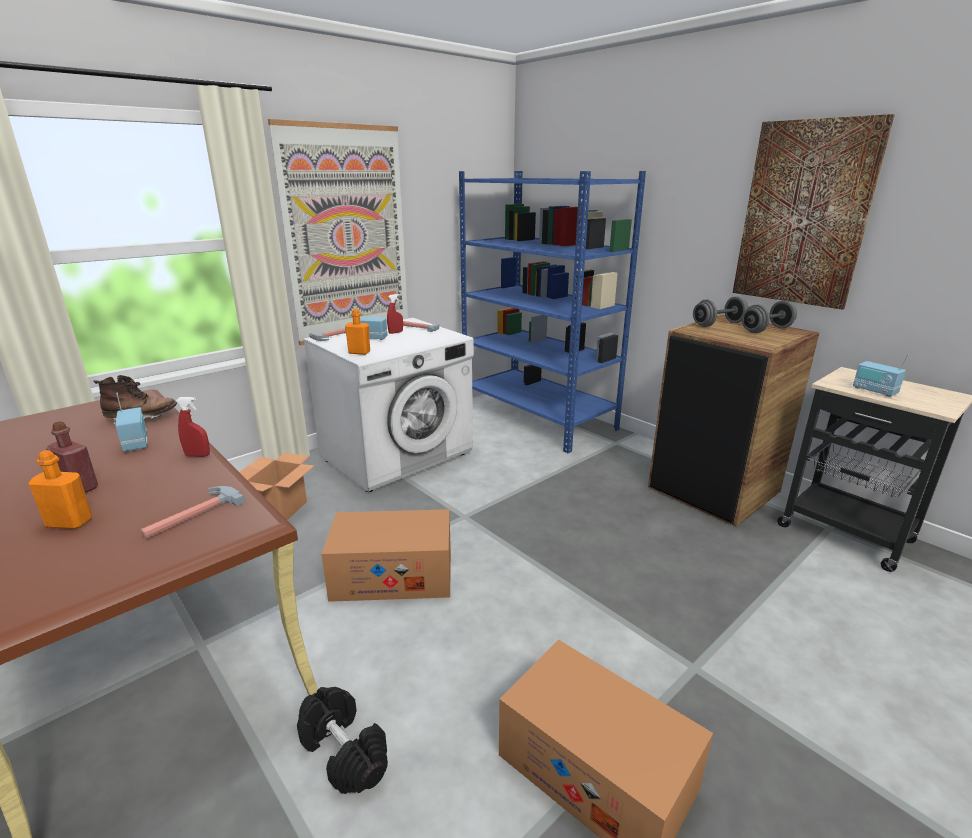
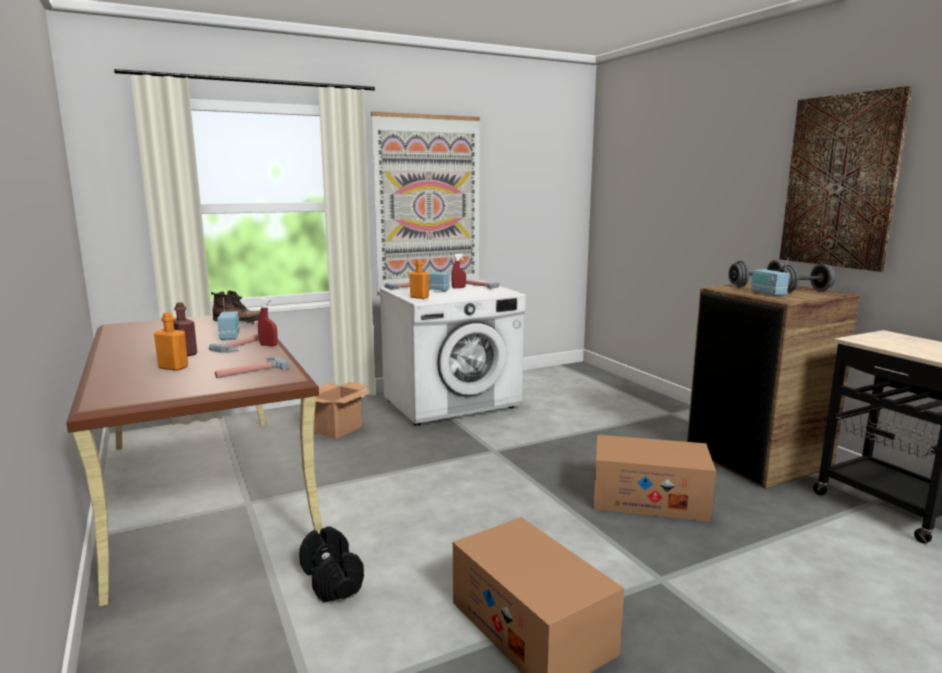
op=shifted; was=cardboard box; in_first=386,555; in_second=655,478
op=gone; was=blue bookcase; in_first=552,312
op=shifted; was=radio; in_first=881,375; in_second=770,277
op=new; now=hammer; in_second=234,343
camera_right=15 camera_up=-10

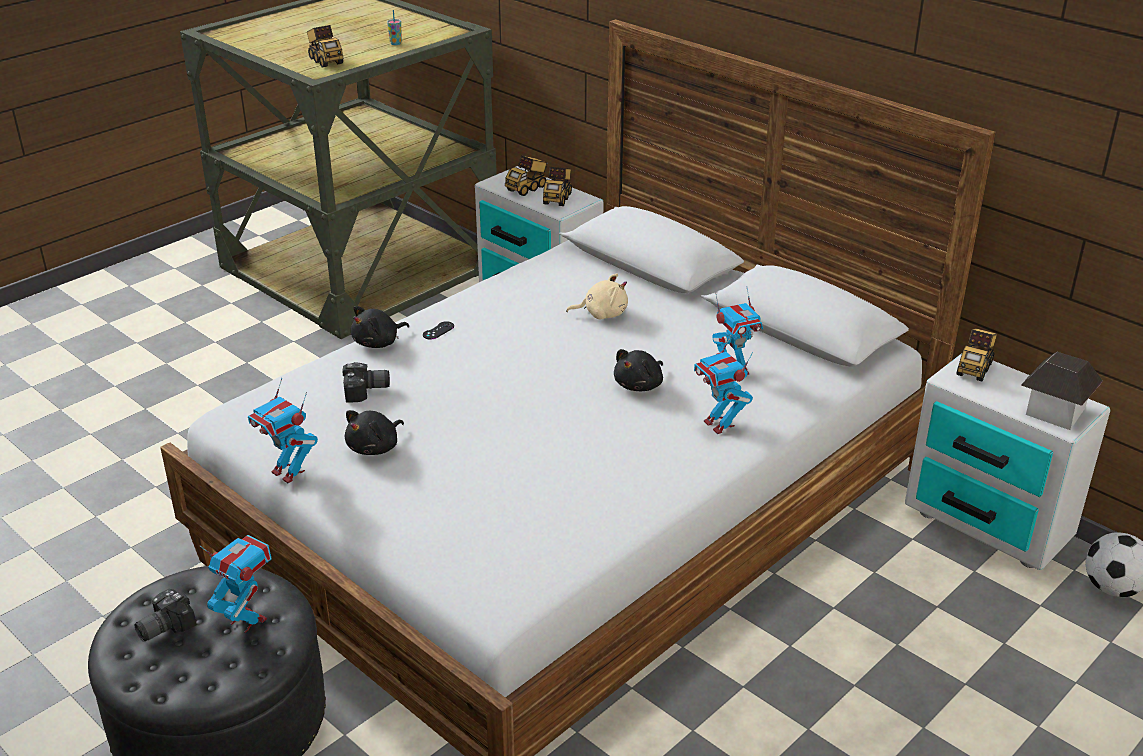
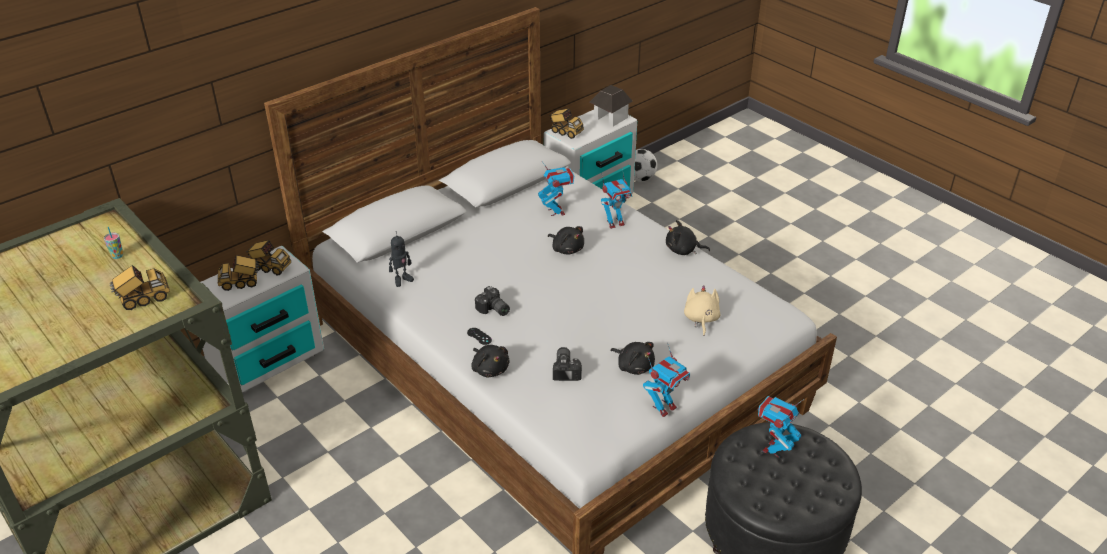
op=shifted; was=photo camera; in_first=165,615; in_second=492,301
op=rotated; was=toy truck; in_first=526,175; in_second=238,273; clockwise=120
op=shifted; was=beige plush toy; in_first=597,296; in_second=702,310
op=new; now=toy robot; in_second=401,259
op=new; now=black plush toy; in_second=688,237
camera_right=-85 camera_up=5

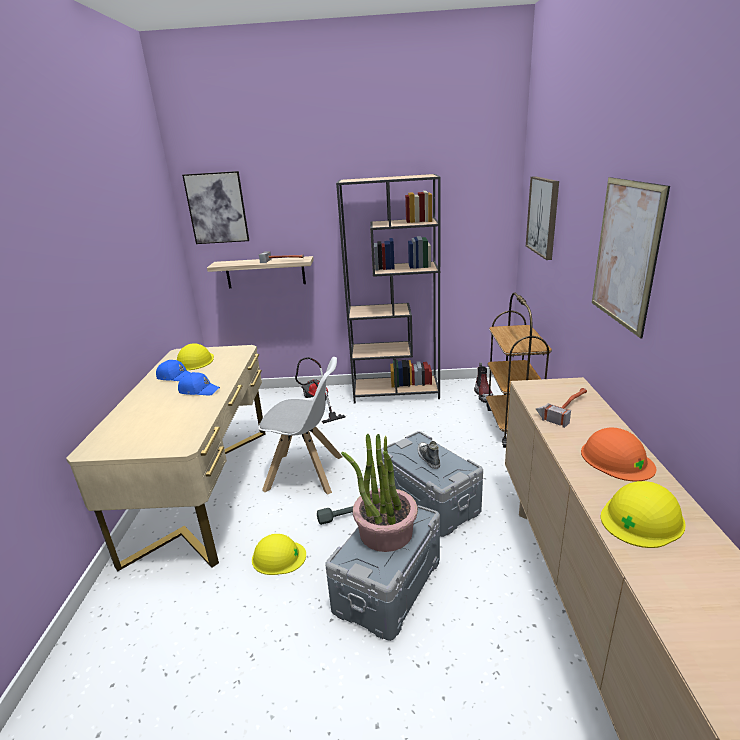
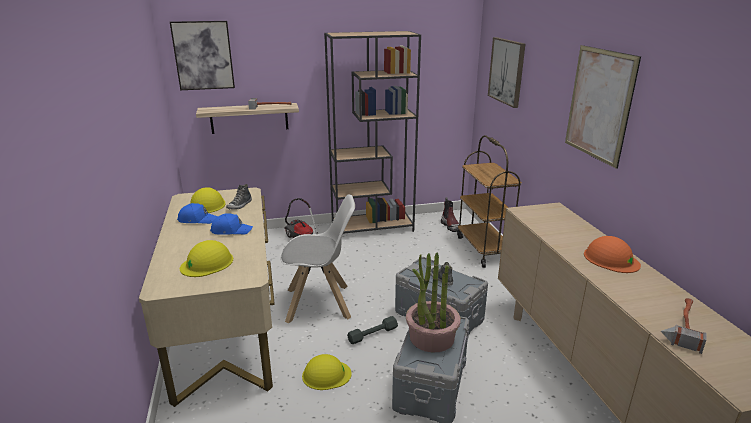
op=shifted; was=hammer; in_first=561,408; in_second=683,326
op=shifted; was=yellow hard hat; in_first=643,514; in_second=206,258
op=new; now=shoe; in_second=239,197
camera_right=-15 camera_up=0

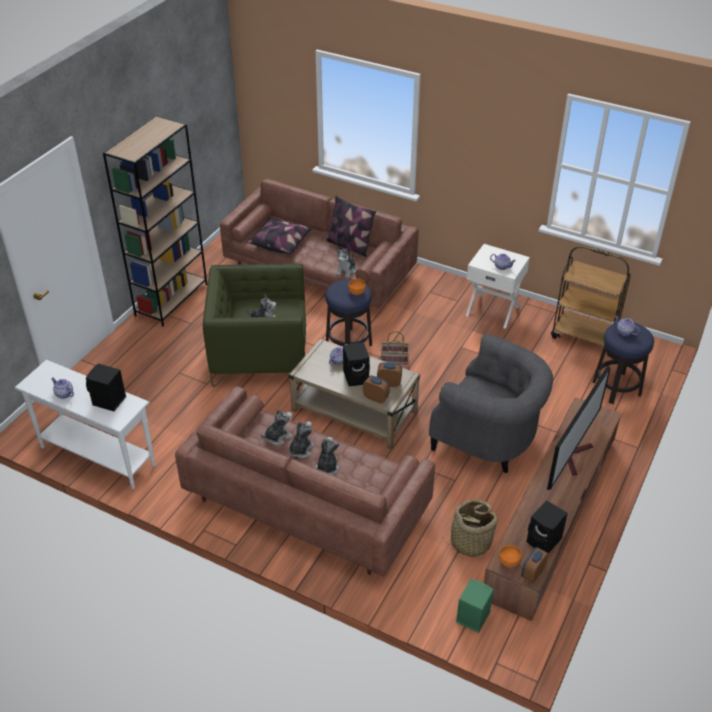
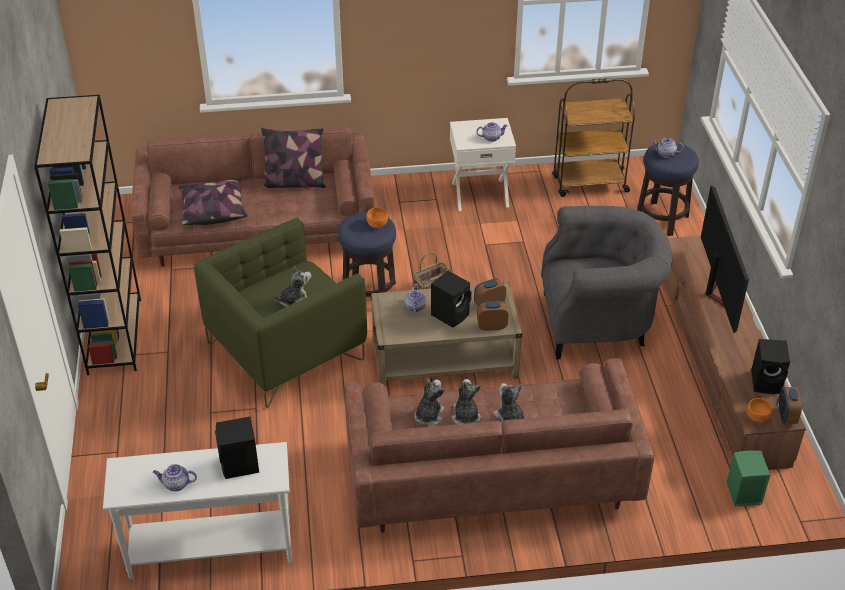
op=gone; was=plush toy; in_first=346,263
op=gone; was=basket; in_first=470,528
camera_right=-35 camera_up=0

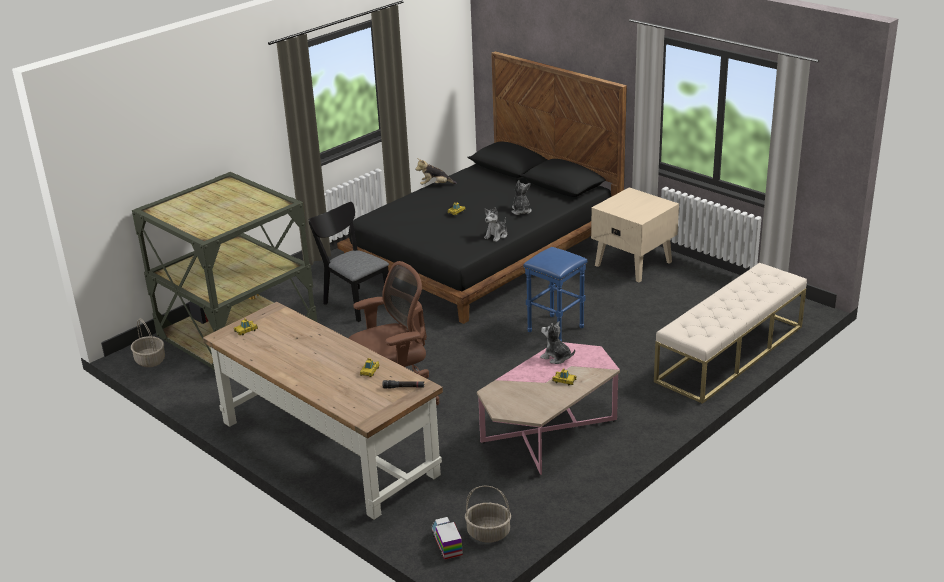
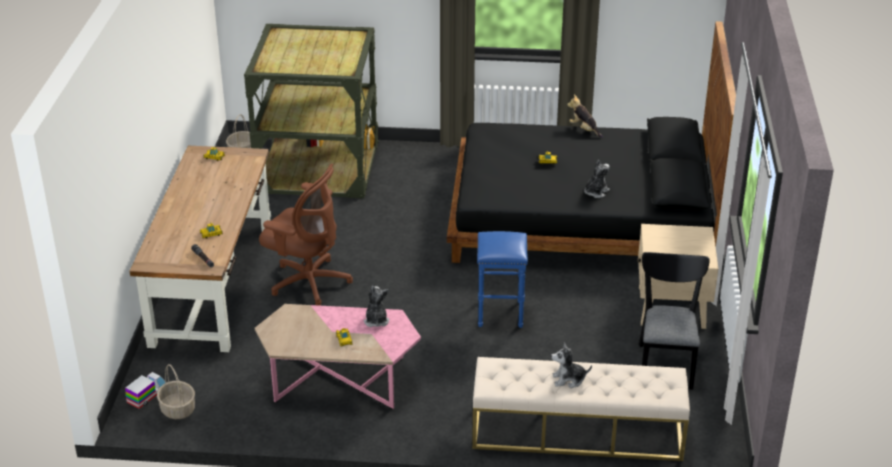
op=shifted; was=black chair; in_first=349,262; in_second=674,321
op=shifted; was=plush toy; in_first=495,224; in_second=571,365
camera_right=50 camera_up=5

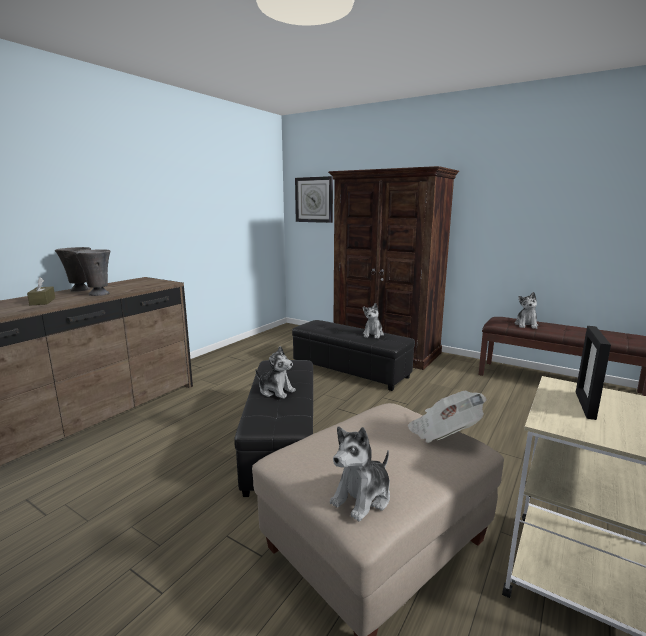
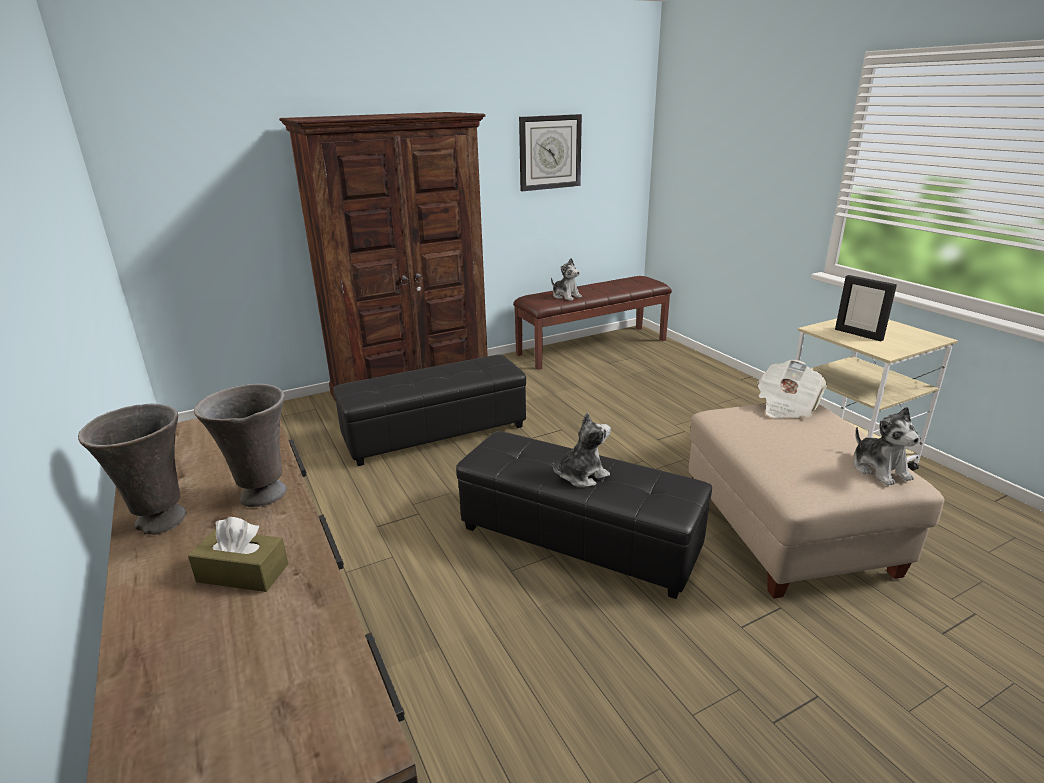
op=shifted; was=wall clock; in_first=314,199; in_second=550,152
op=gone; was=plush toy; in_first=373,321
camera_right=-60 camera_up=10

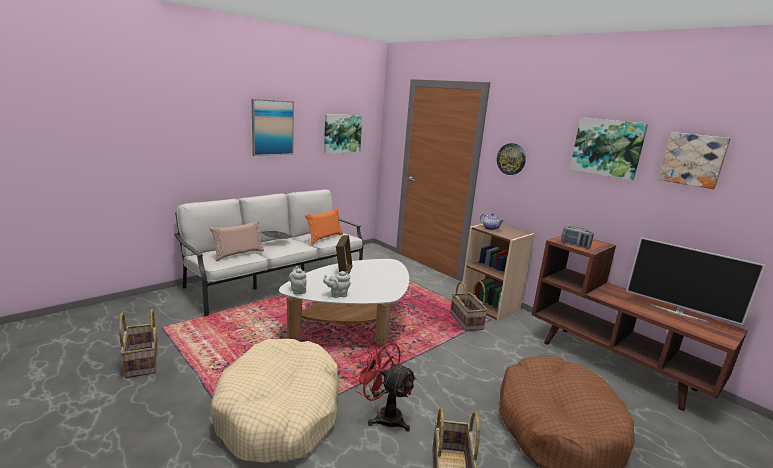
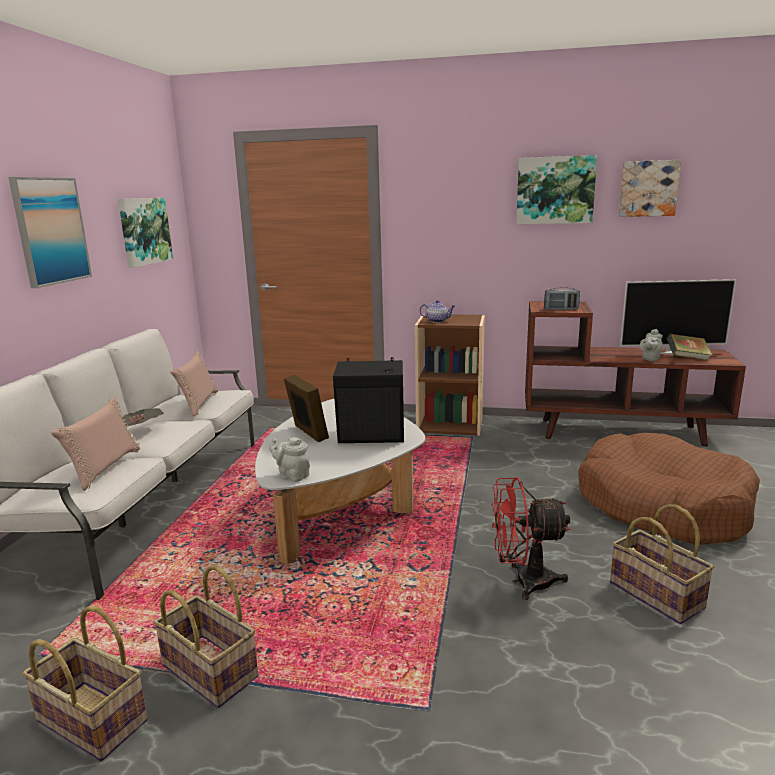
op=gone; was=beige dog bed; in_first=274,401
op=repainted; was=orange pillow; now=beige pillow; in_first=324,226; in_second=194,383
op=shifted; was=grey teapot; in_first=337,284; in_second=651,345
op=shifted; was=basket; in_first=469,305; in_second=206,636
op=gone; was=wall clock; in_first=511,159
op=new; now=black speaker; in_second=368,400
op=new; now=book; in_second=689,347
camera_right=-35 camera_up=0

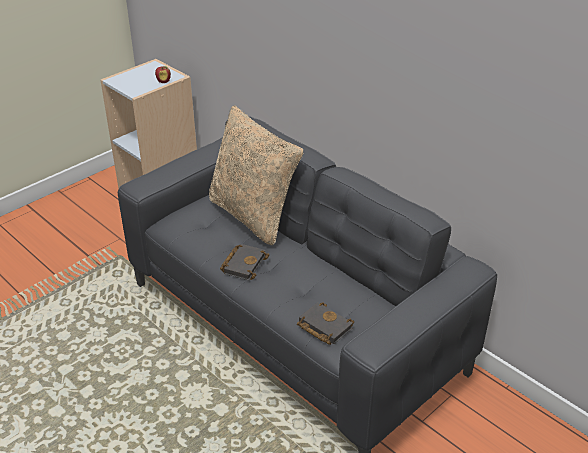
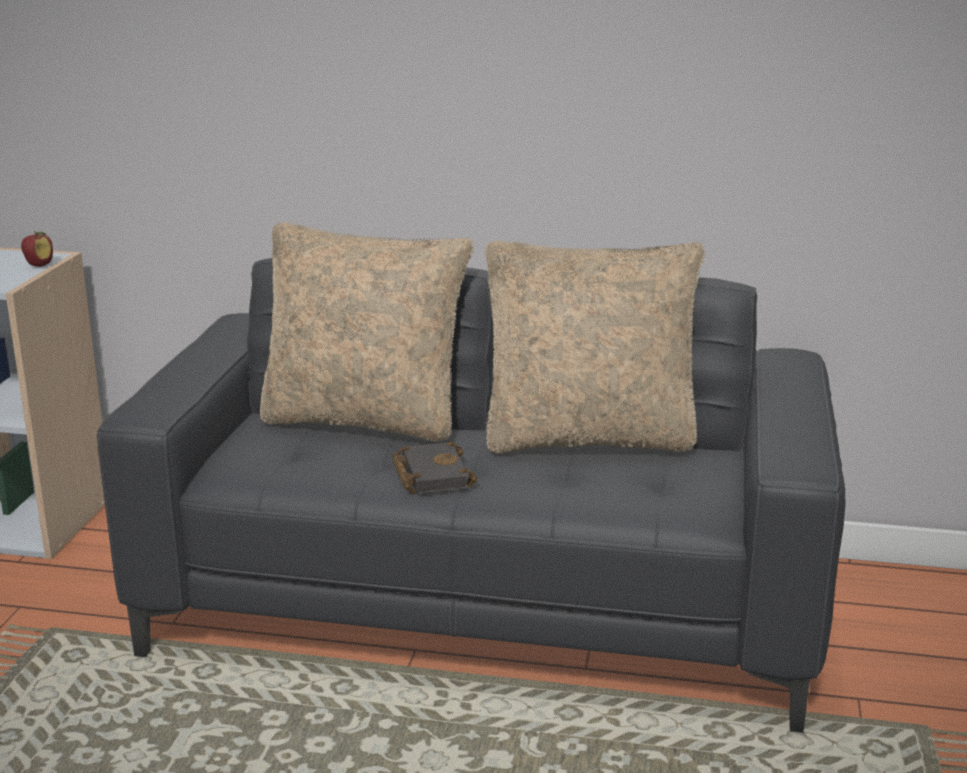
op=gone; was=black book; in_first=325,323
op=new; now=beige pillow; in_second=595,347
camera_right=-35 camera_up=-15

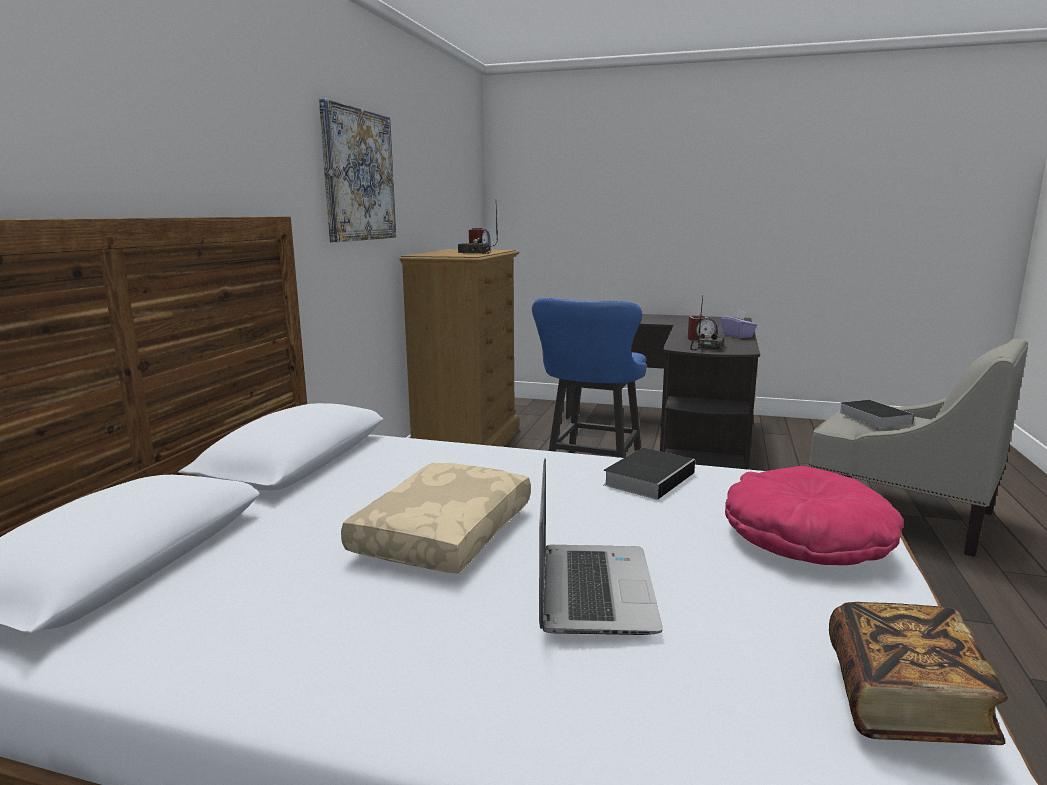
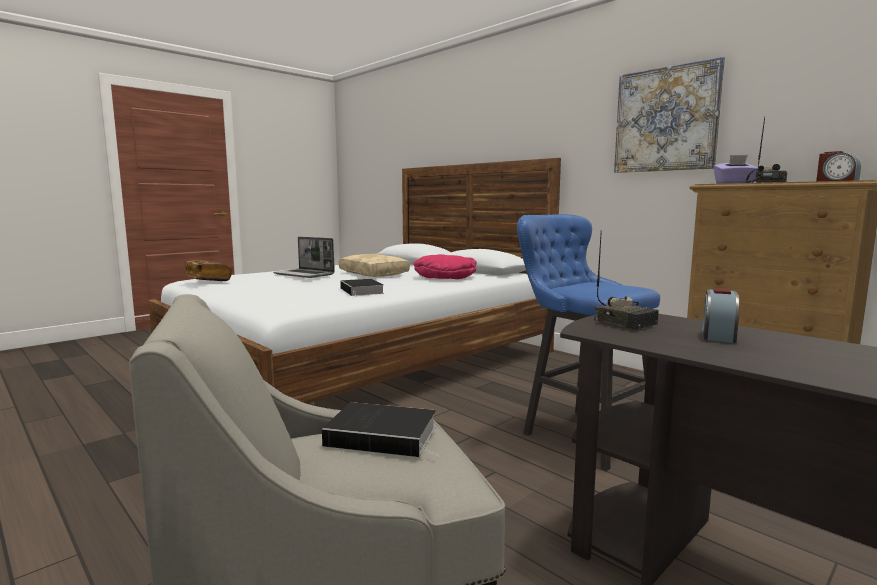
op=shifted; was=purple tissue box; in_first=739,324; in_second=736,169
op=shifted; was=pink pillow; in_first=814,515; in_second=445,266
camera_right=120 camera_up=-5

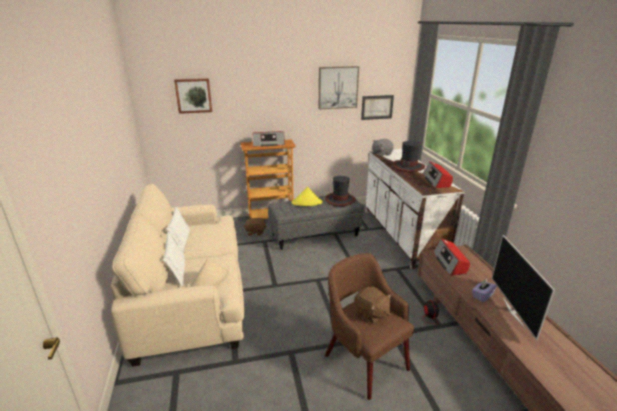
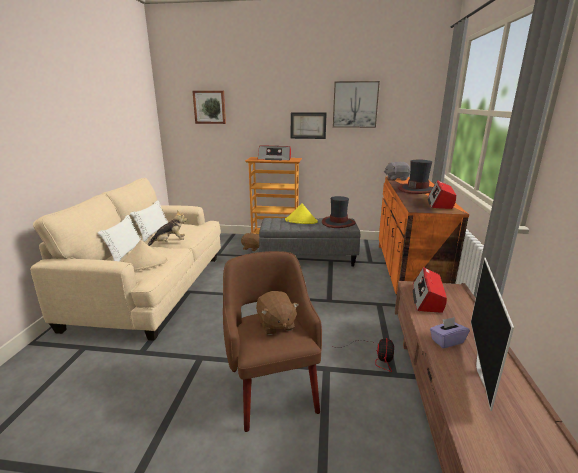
op=shifted; was=picture; in_first=377,107; in_second=309,125
op=repainted; was=white cabinet; now=orange cabinet; in_first=415,209; in_second=424,236
op=new; now=plush toy; in_second=167,228
camera_right=20 camera_up=-5

